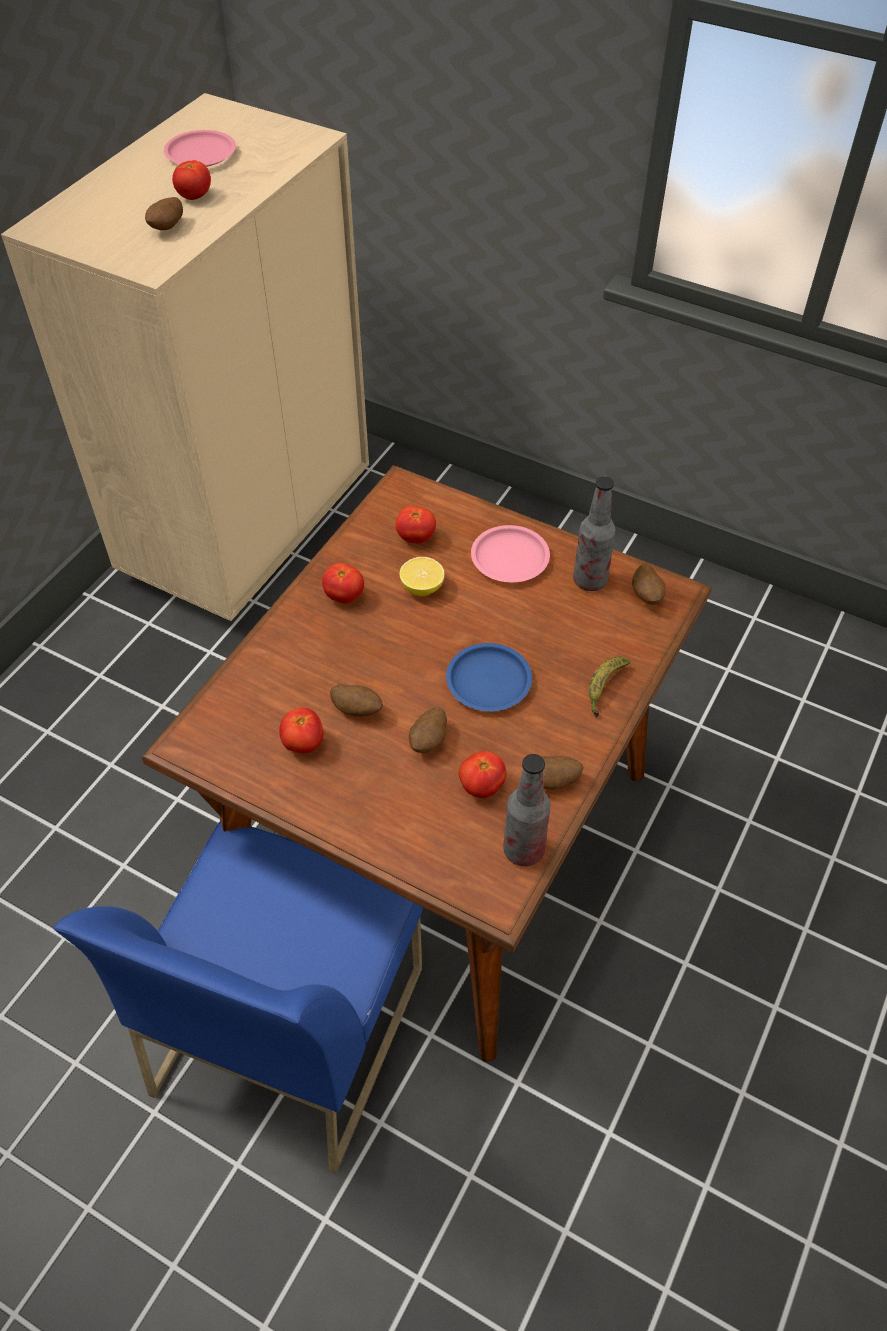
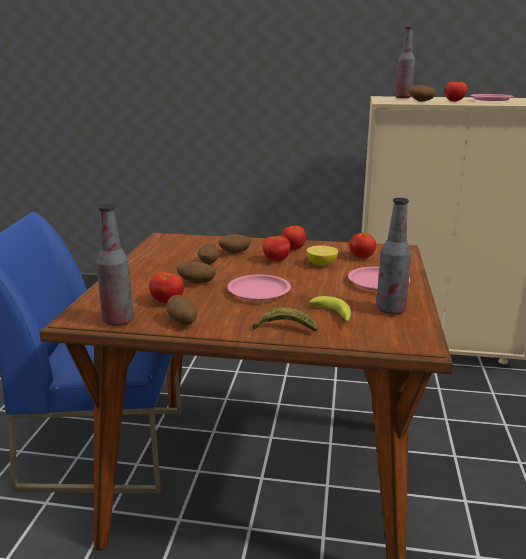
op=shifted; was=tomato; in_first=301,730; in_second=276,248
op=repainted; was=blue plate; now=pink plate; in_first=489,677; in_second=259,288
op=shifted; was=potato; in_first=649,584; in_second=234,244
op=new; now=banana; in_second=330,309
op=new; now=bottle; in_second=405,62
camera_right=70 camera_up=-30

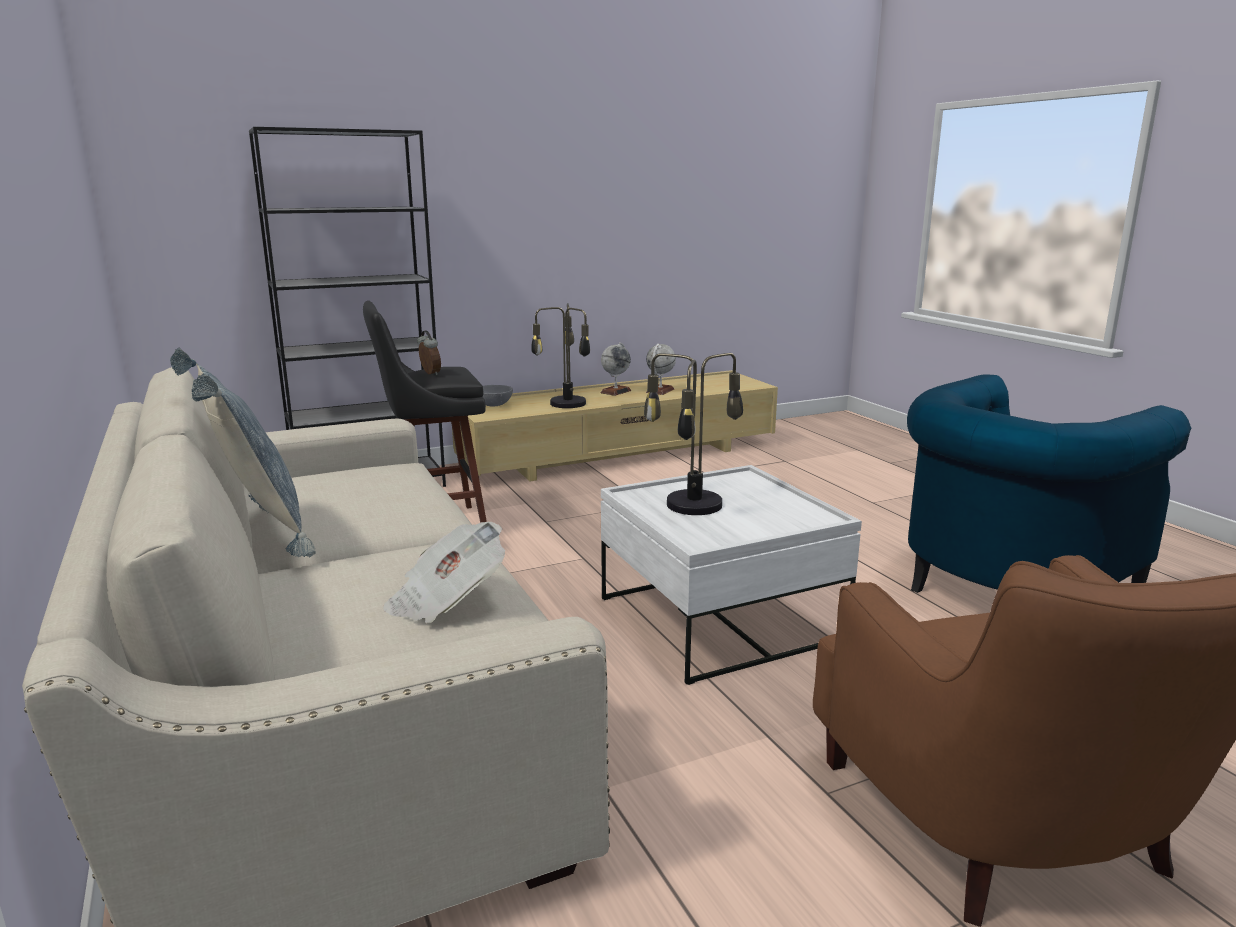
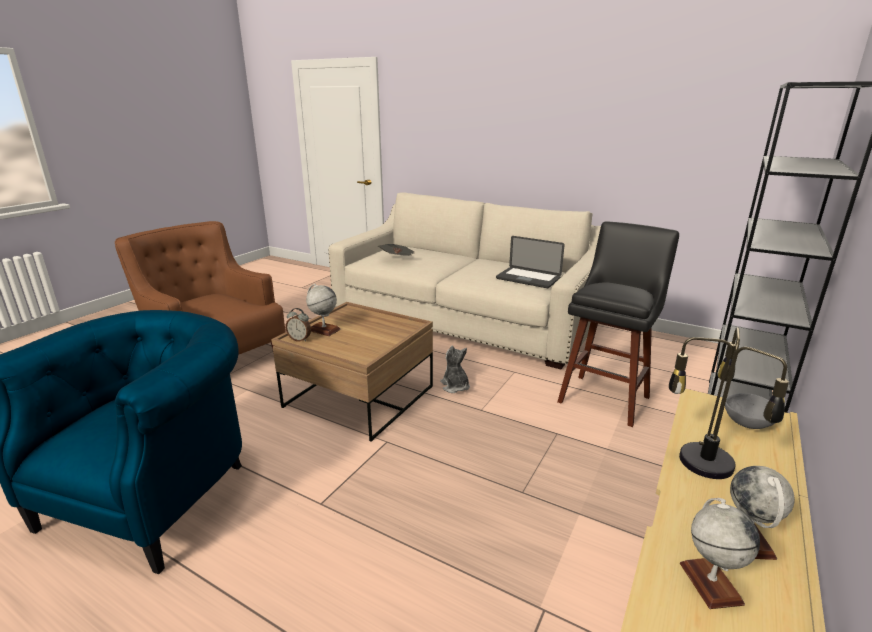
op=gone; was=pillow; in_first=243,453
op=shifted; was=alarm clock; in_first=429,353; in_second=298,325
op=repainted; was=white coffee table; now=brown coffee table; in_first=731,575; in_second=352,372
op=gone; was=table lamp; in_first=693,434
op=new; now=globe; in_second=323,309
op=new; now=plush toy; in_second=455,369
op=new; now=laptop; in_second=530,262
camera_right=145 camera_up=5

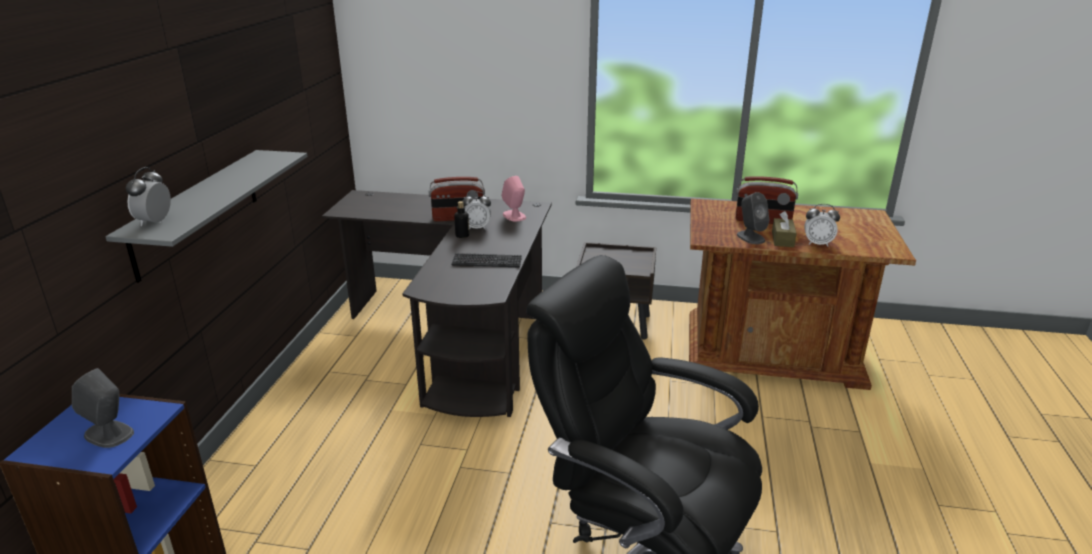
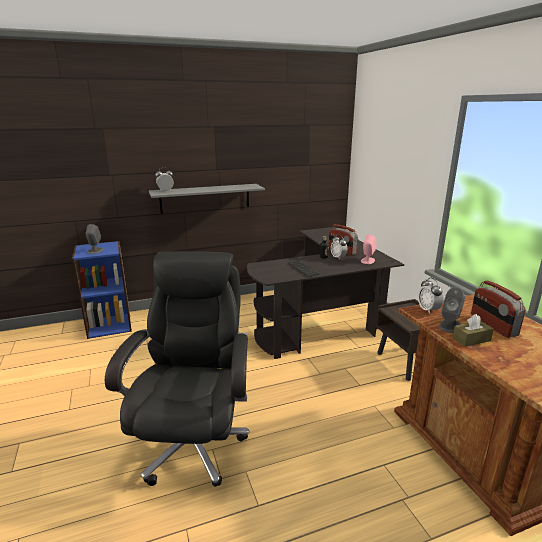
op=shifted; was=alarm clock; in_first=822,225; in_second=430,296
camera_right=60 camera_up=-5

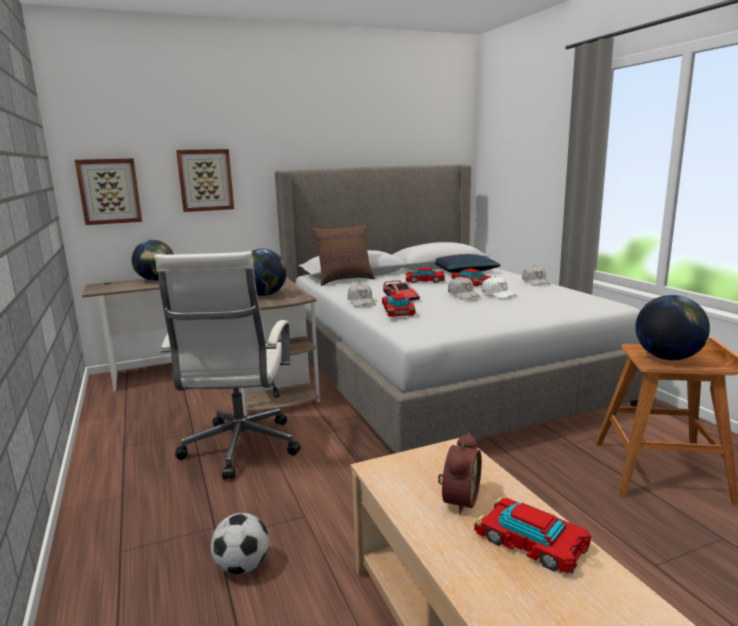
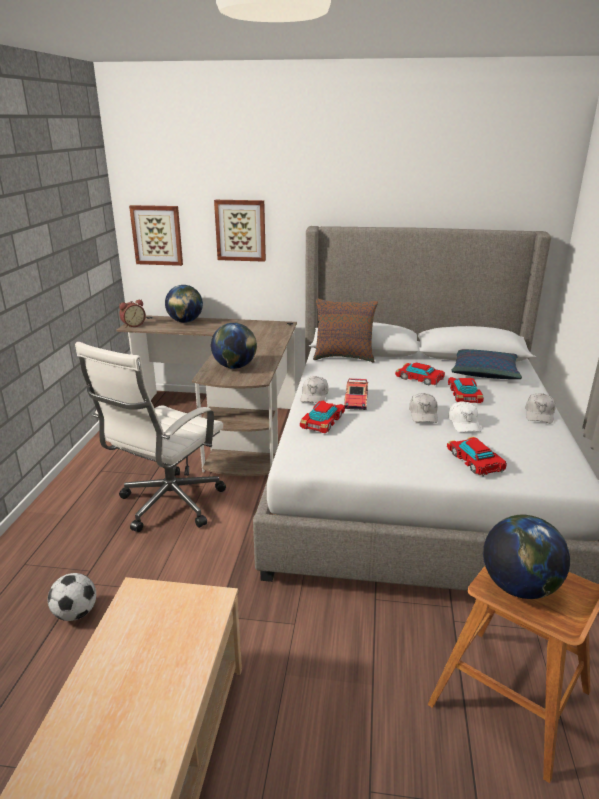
op=shifted; was=alarm clock; in_first=460,474; in_second=132,313
op=shifted; was=toy car; in_first=532,535; in_second=477,457
camera_right=30 camera_up=10

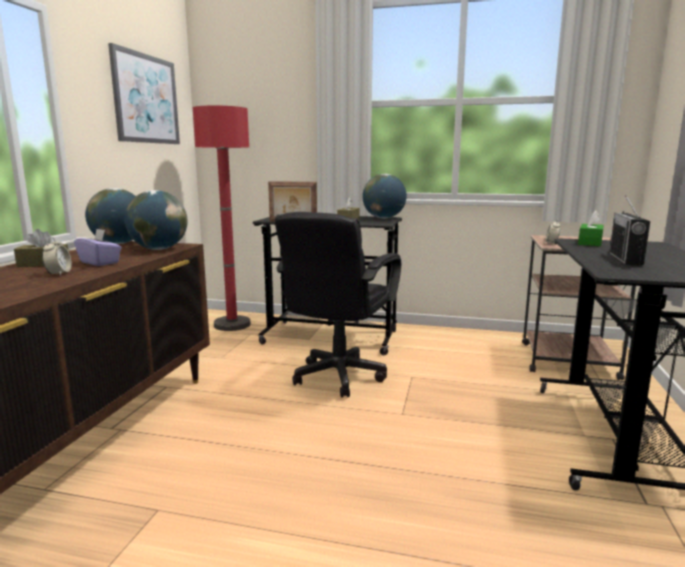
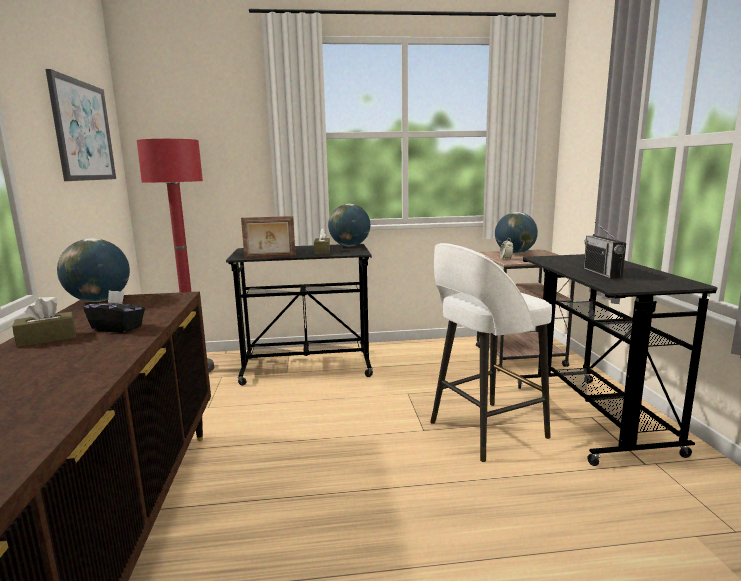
op=gone; was=alarm clock; in_first=57,256
op=repainted; was=purple tissue box; now=black tissue box; in_first=98,247; in_second=114,311
op=shifted; was=globe; in_first=156,220; in_second=516,233
op=gone; was=black office chair; in_first=338,305
op=gone; was=green tissue box; in_first=591,228
op=new; now=white stool; in_second=491,353
camera_right=-20 camera_up=0

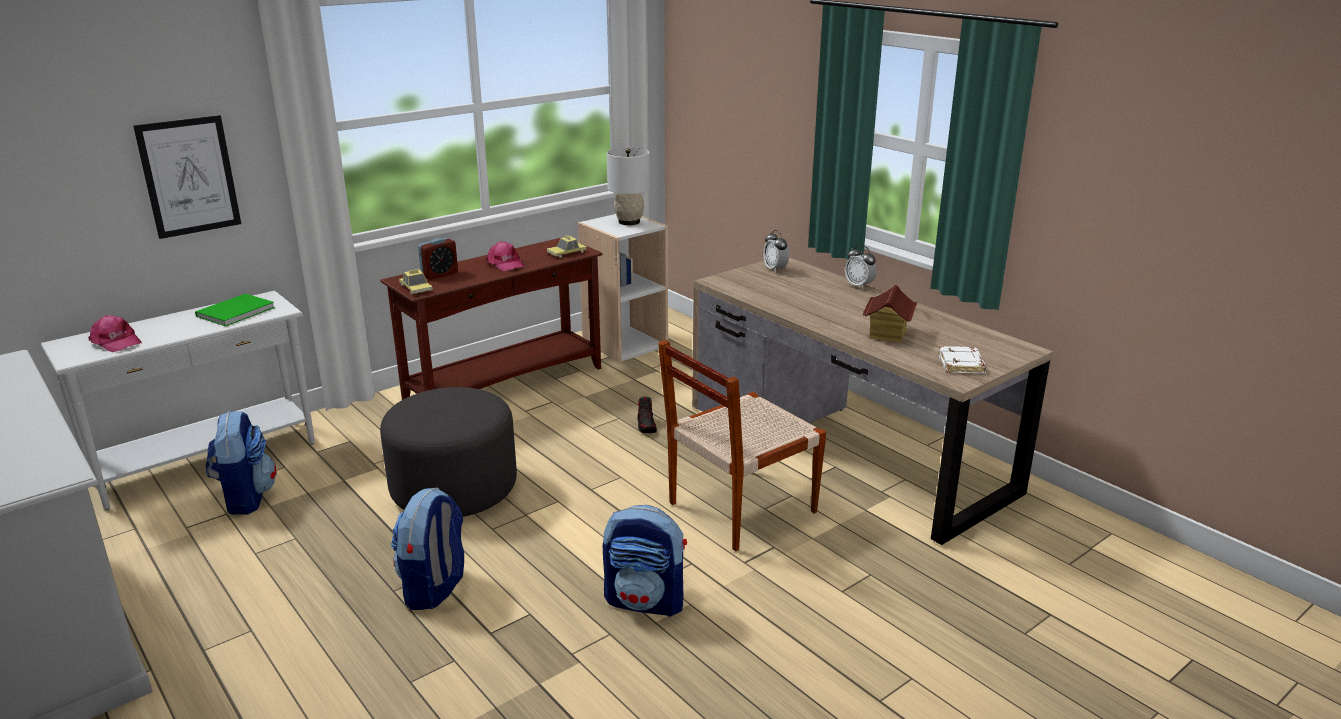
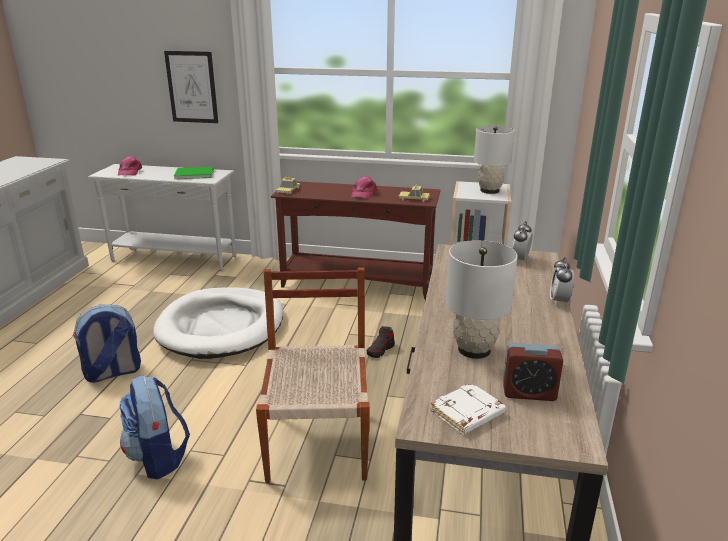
op=gone; was=backpack; in_first=241,463
op=swapped; was=grey ottoman; now=white dog bed; in_first=448,452; in_second=218,323
op=shifted; was=alarm clock; in_first=438,259; in_second=533,372
op=rotated; was=chair; in_first=742,445; in_second=313,375; clockwise=75
op=swapped; was=toy house; now=white table lamp; in_first=890,314; in_second=482,299
camera_right=50 camera_up=0

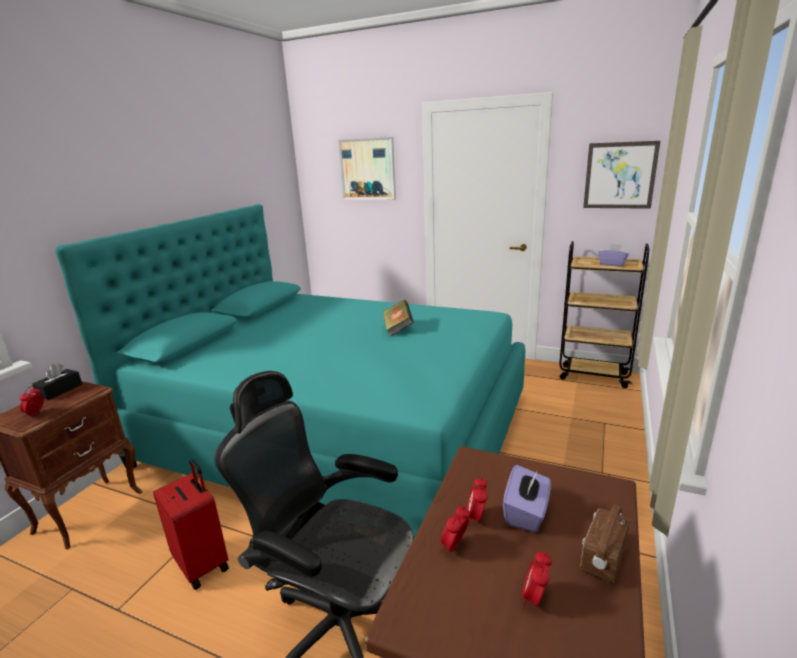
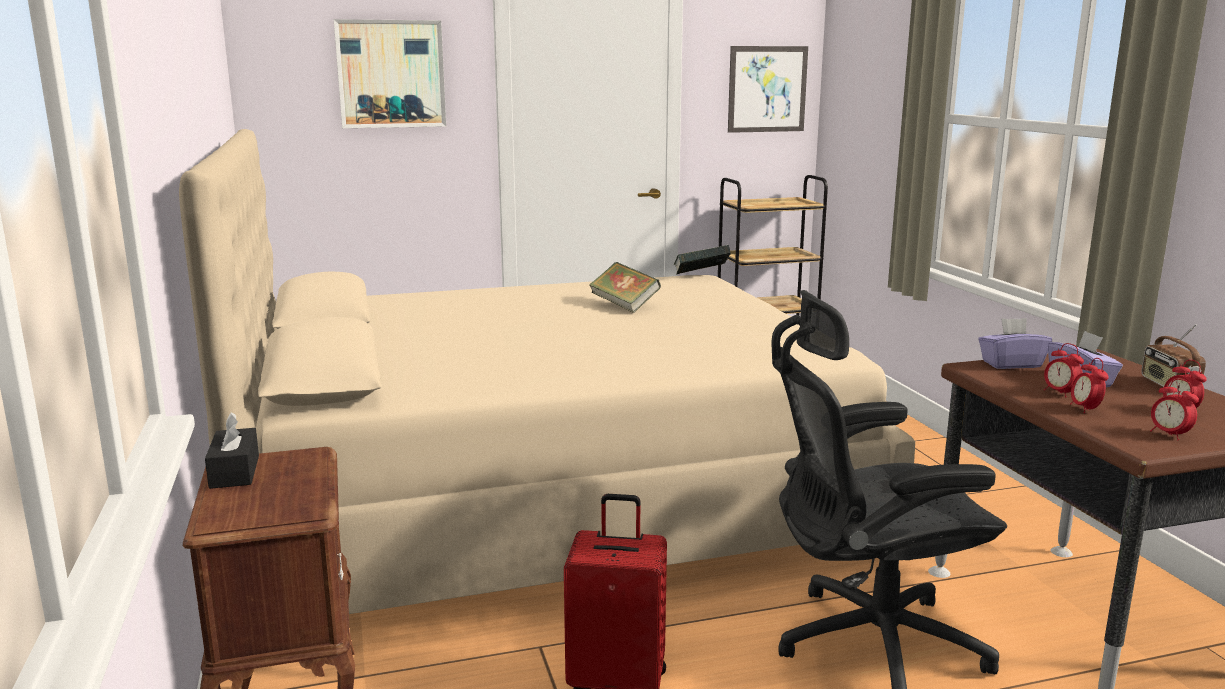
op=shifted; was=alarm clock; in_first=32,402; in_second=1174,409
op=repainted; was=turquoise bed; now=beige bed; in_first=290,371; in_second=547,371
op=shifted; was=purple tissue box; in_first=613,255; in_second=1015,343
op=new; now=book; in_second=702,260
camera_right=-40 camera_up=-5

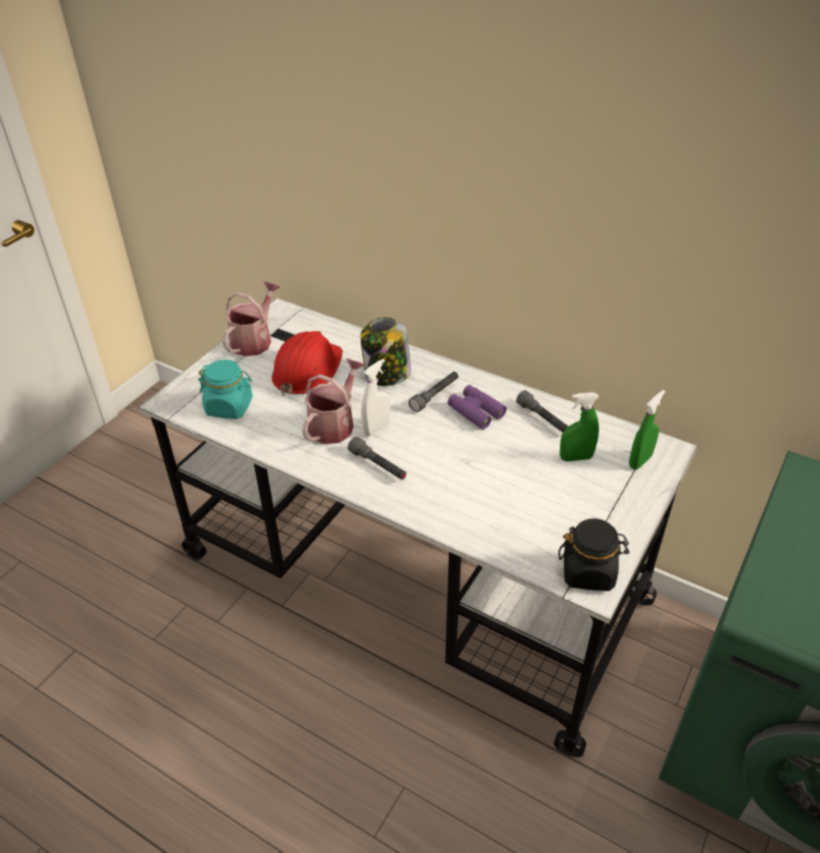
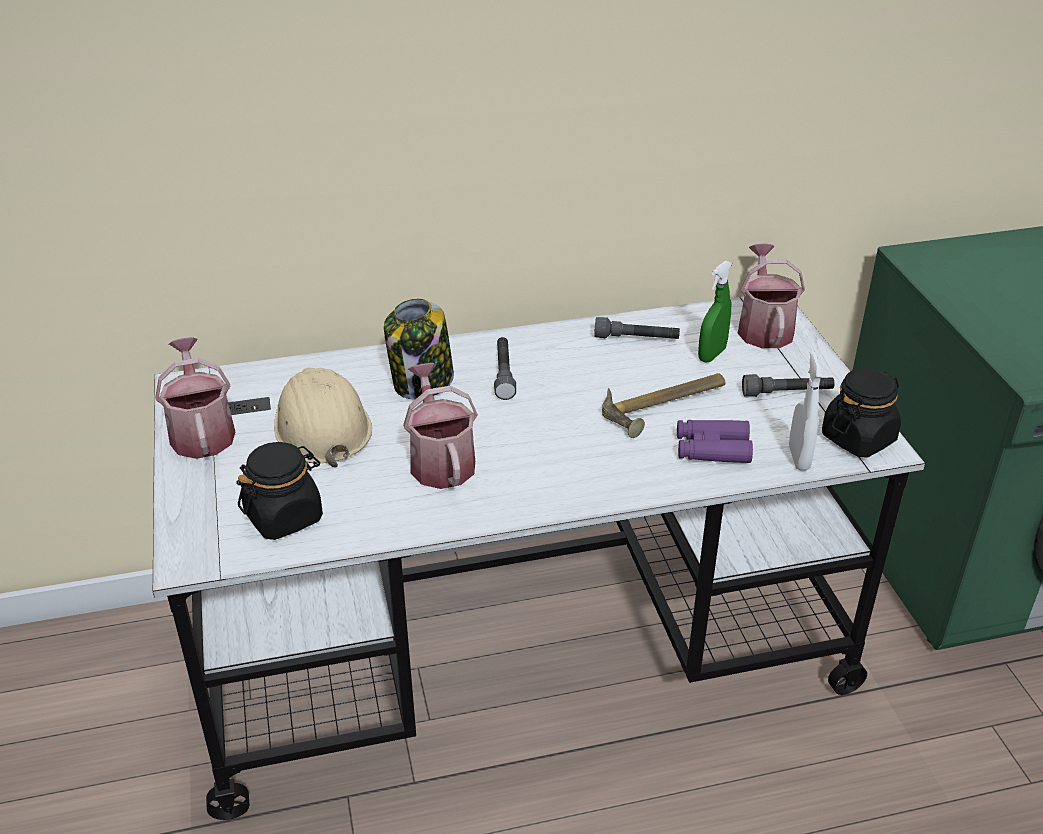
op=repainted; was=turquoise jar; now=black jar; in_first=225,389; in_second=279,491
op=repainted; was=red hard hat; now=beige hard hat; in_first=307,363; in_second=323,417
op=shifted; was=grey flashlight; in_first=377,458; in_second=788,385
op=shifted; was=white spray bottle; in_first=375,397; in_second=806,411
op=shifted; was=purple binoculars; in_first=477,407; in_second=715,441
op=swapped; was=green spray bottle; now=watering can; in_first=647,429; in_second=771,295
op=new; now=hammer; in_second=663,405
camera_right=-45 camera_up=-5

